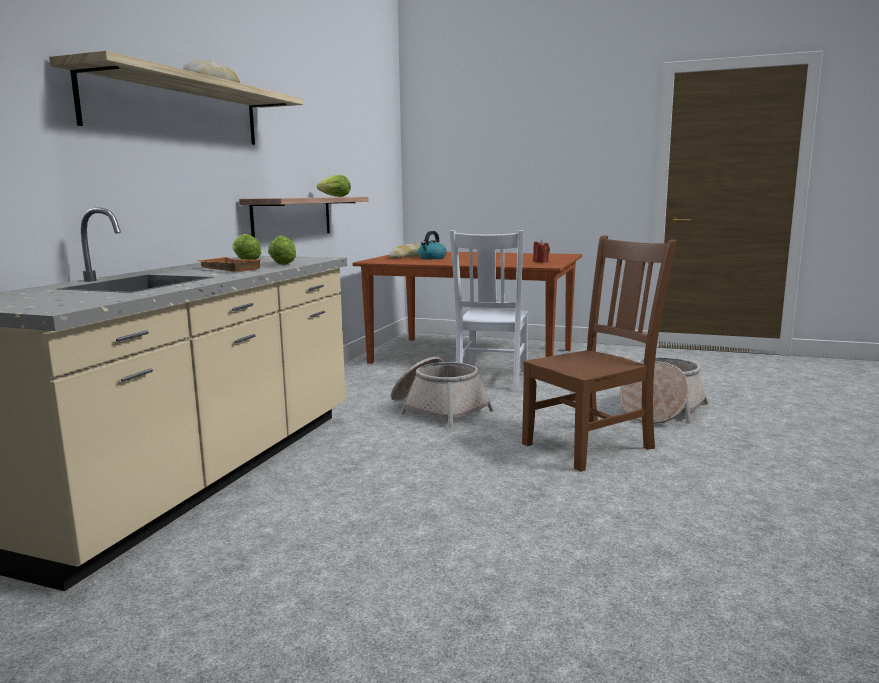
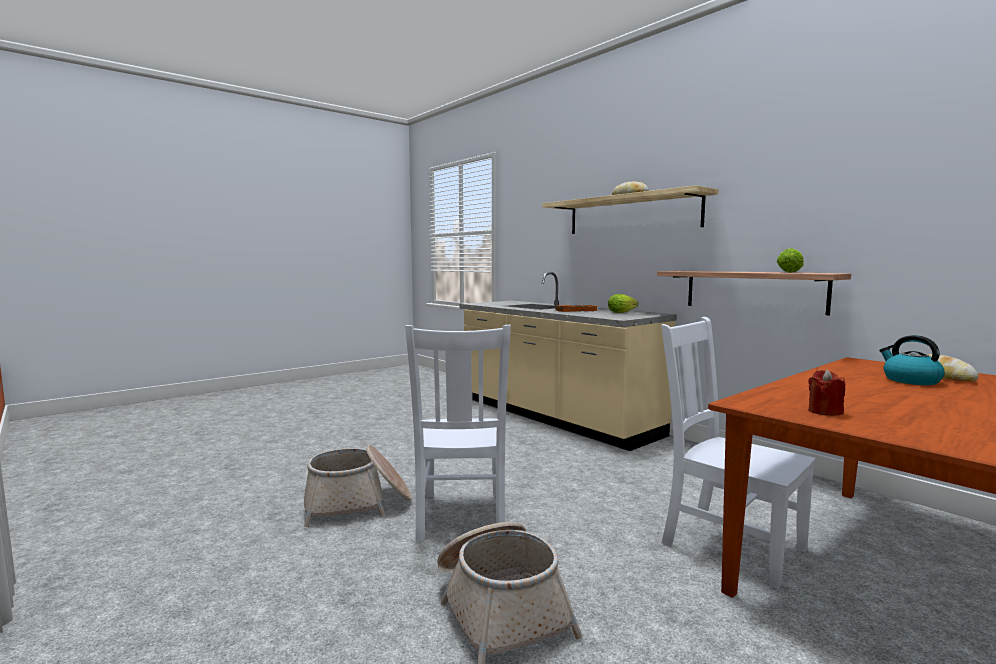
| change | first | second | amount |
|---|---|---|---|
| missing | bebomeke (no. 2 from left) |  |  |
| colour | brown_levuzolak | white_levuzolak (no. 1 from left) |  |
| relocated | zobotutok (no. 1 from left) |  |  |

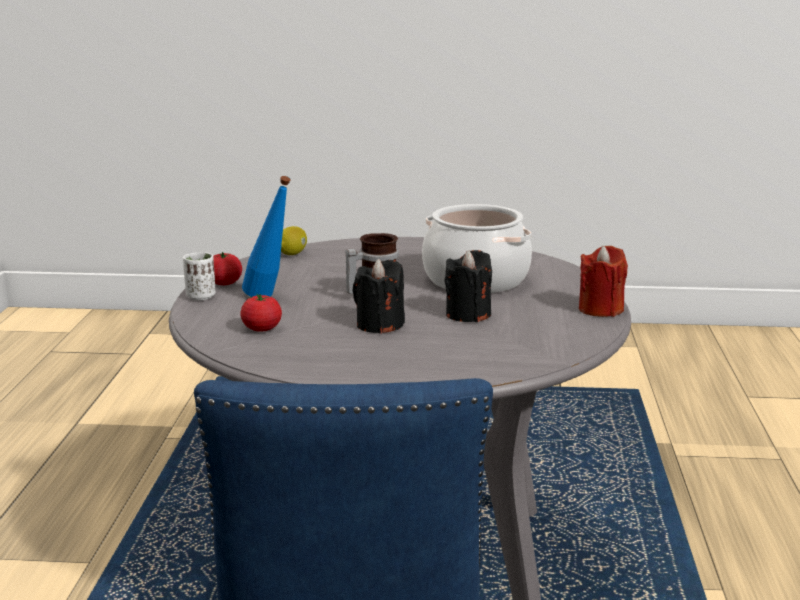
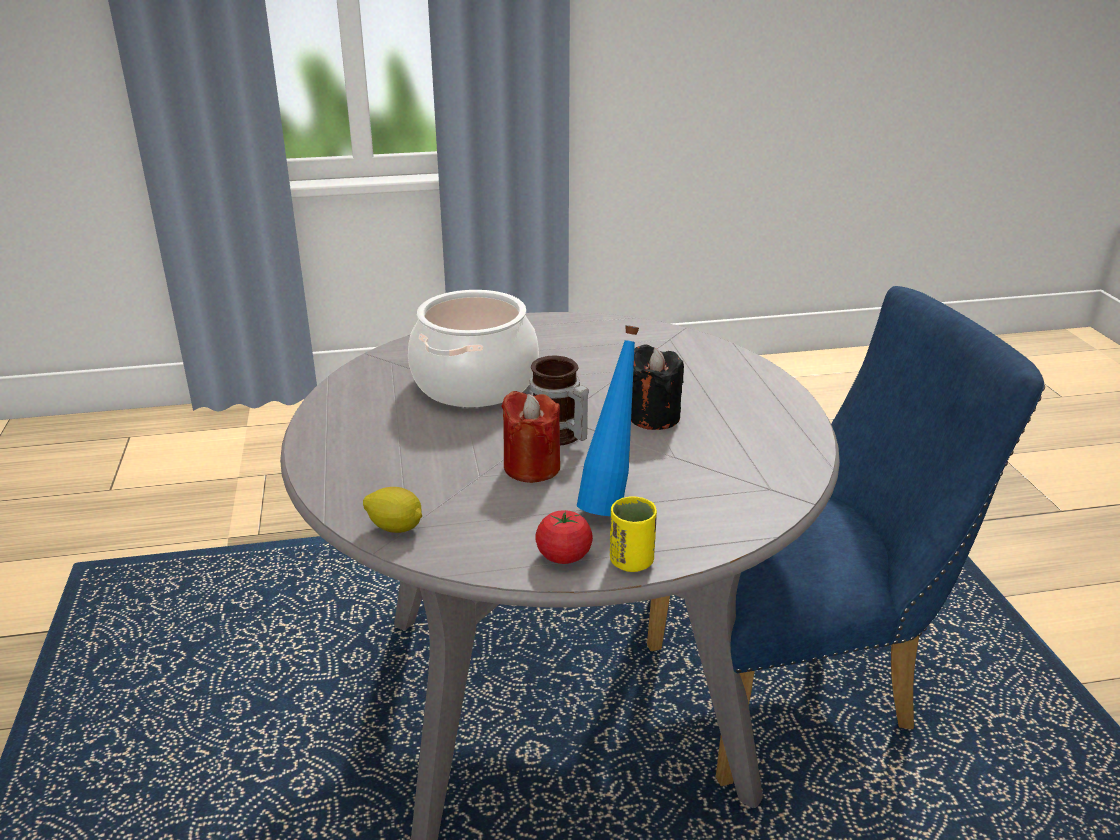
| change | first | second | amount |
|---|---|---|---|
| relocated | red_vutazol |  |  |
| missing | black_vutazol (no. 2 from left) |  |  |
| colour | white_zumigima | yellow_zumigima |  |
| missing | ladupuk (no. 2 from left) |  |  |

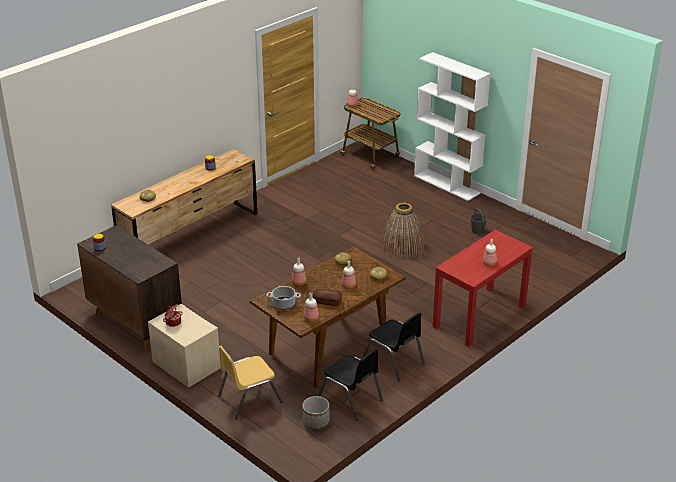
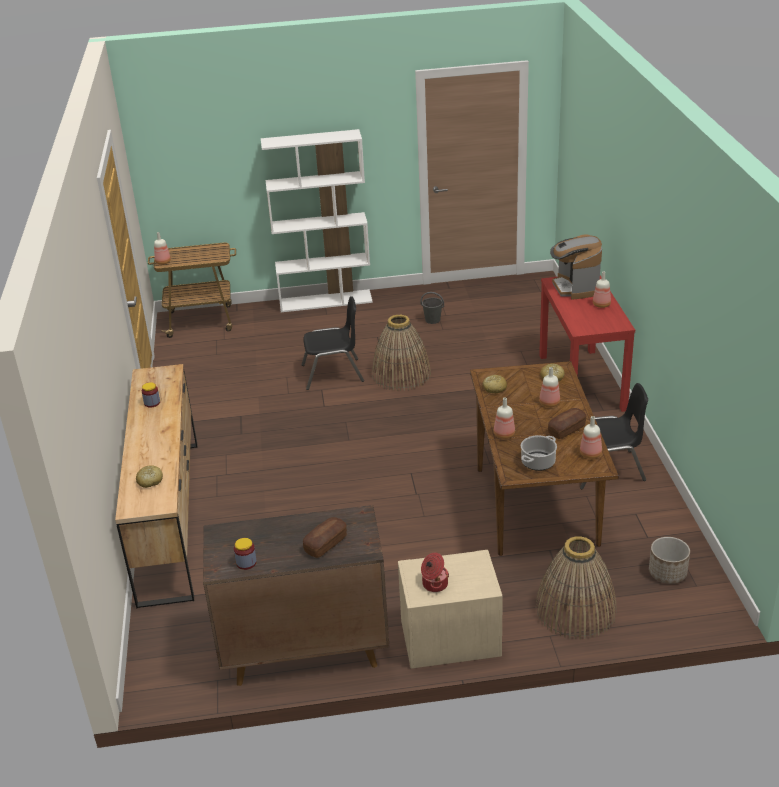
| change | first | second | amount |
|---|---|---|---|
| exchanged | yellow_levuzolak | zobotutok (no. 2 from left) |  |
| relocated | black_levuzolak (no. 1 from left) |  |  |
| appeared |  | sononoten |  |
| appeared |  | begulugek (no. 2 from left) |  |

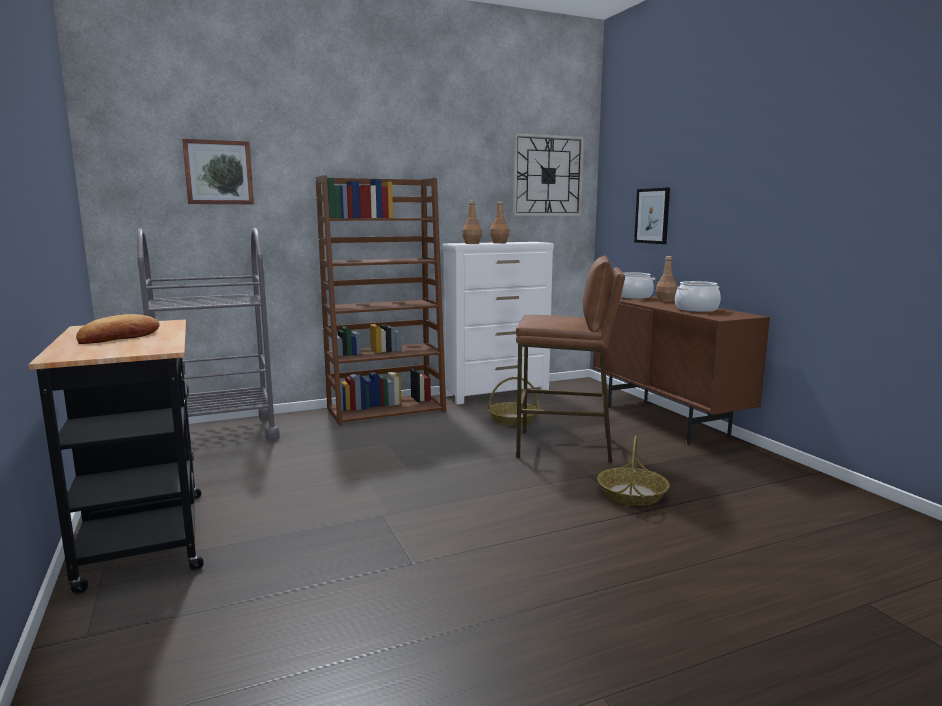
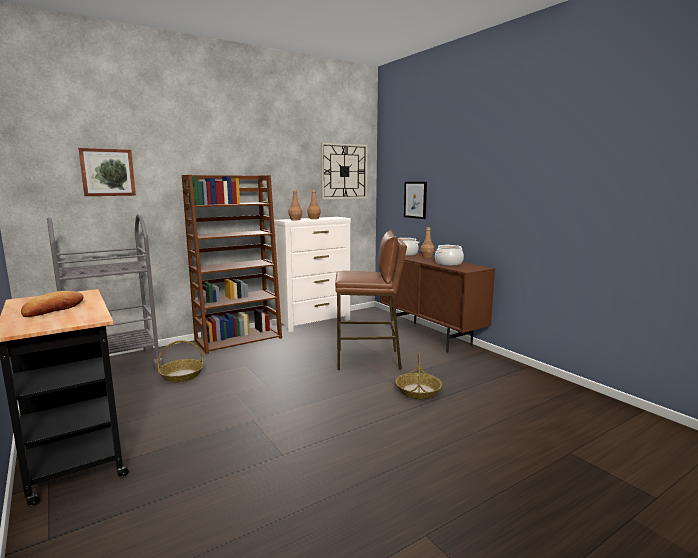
| change | first | second | amount |
|---|---|---|---|
| relocated | zobotutok (no. 1 from left) |  |  |

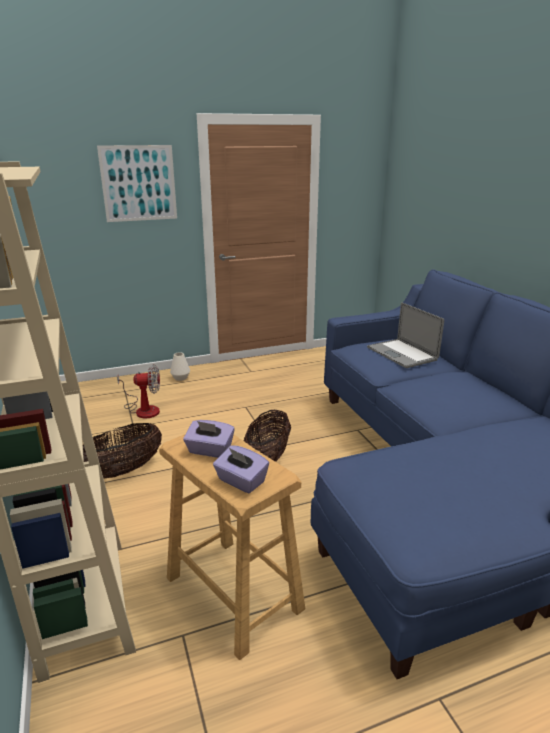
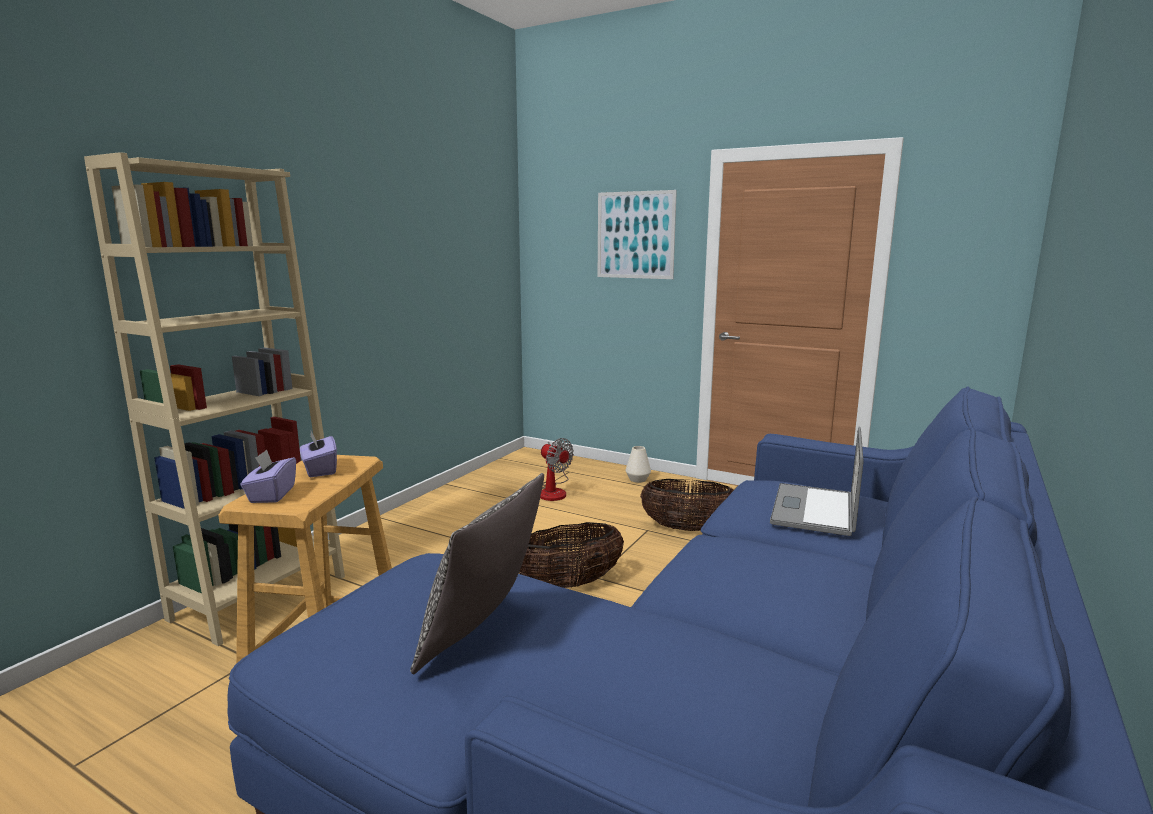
| change | first | second | amount |
|---|---|---|---|
| relocated | zobotutok (no. 1 from left in the first image) | zobotutok (no. 2 from left) |  |
| appeared |  | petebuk |  |

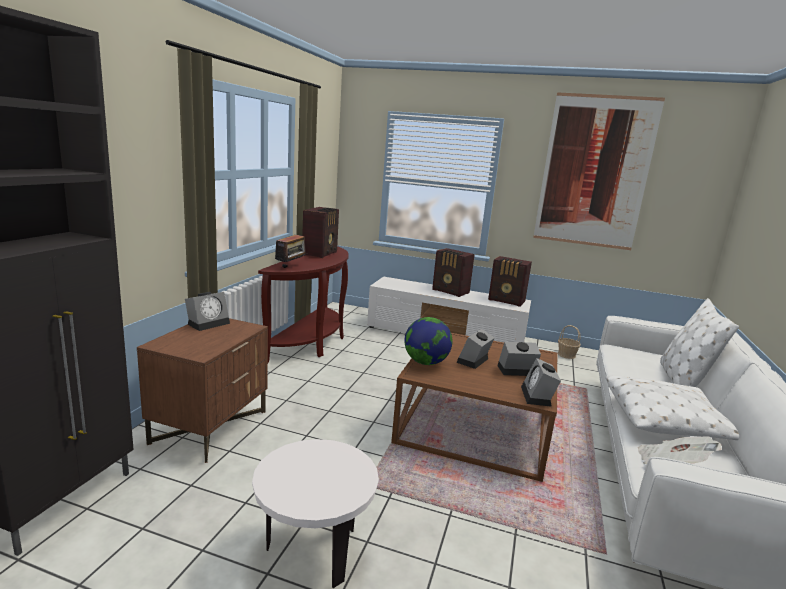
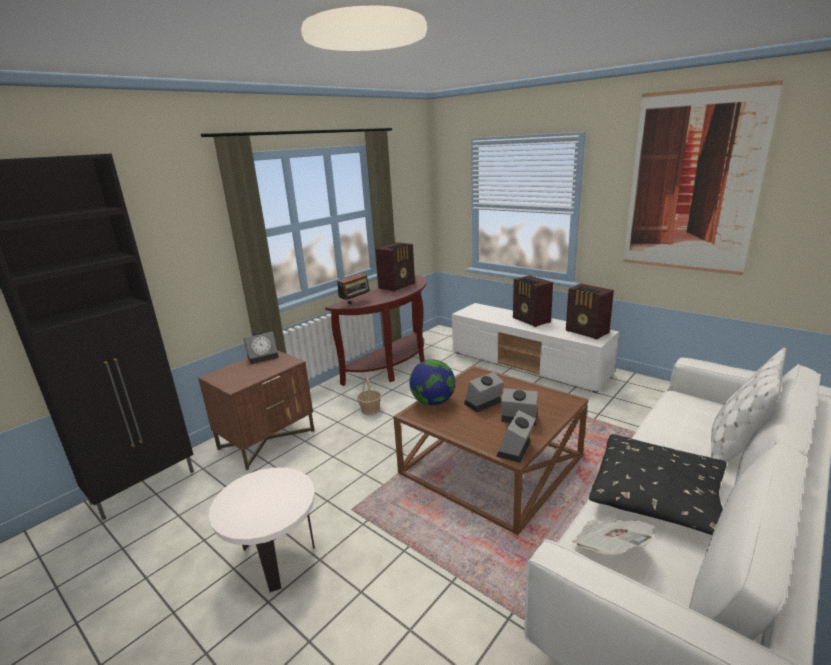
| change | first | second | amount |
|---|---|---|---|
| relocated | zobotutok |  |  |
| colour | white_petebuk (no. 1 from left) | black_petebuk |  |

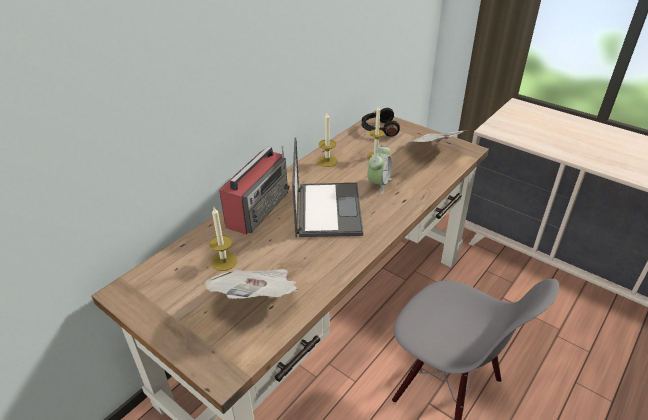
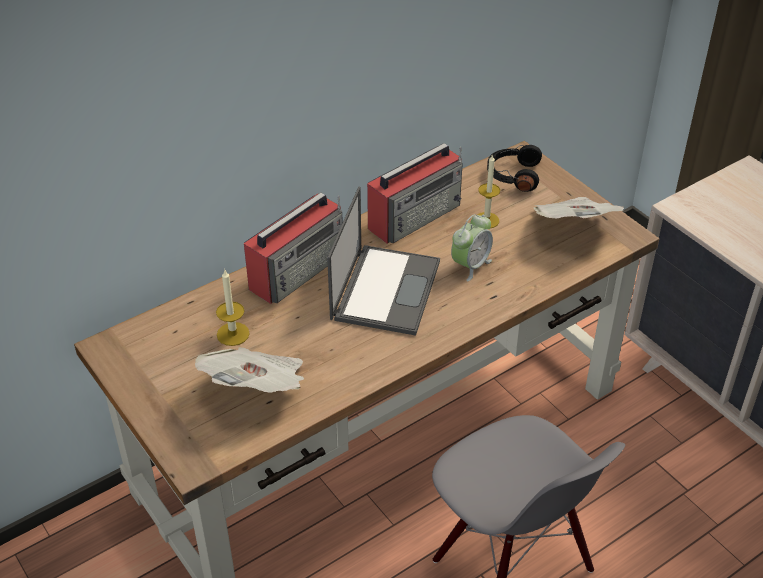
| change | first | second | amount |
|---|---|---|---|
| exchanged | vutazol (no. 2 from left) | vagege (no. 2 from left) |  |

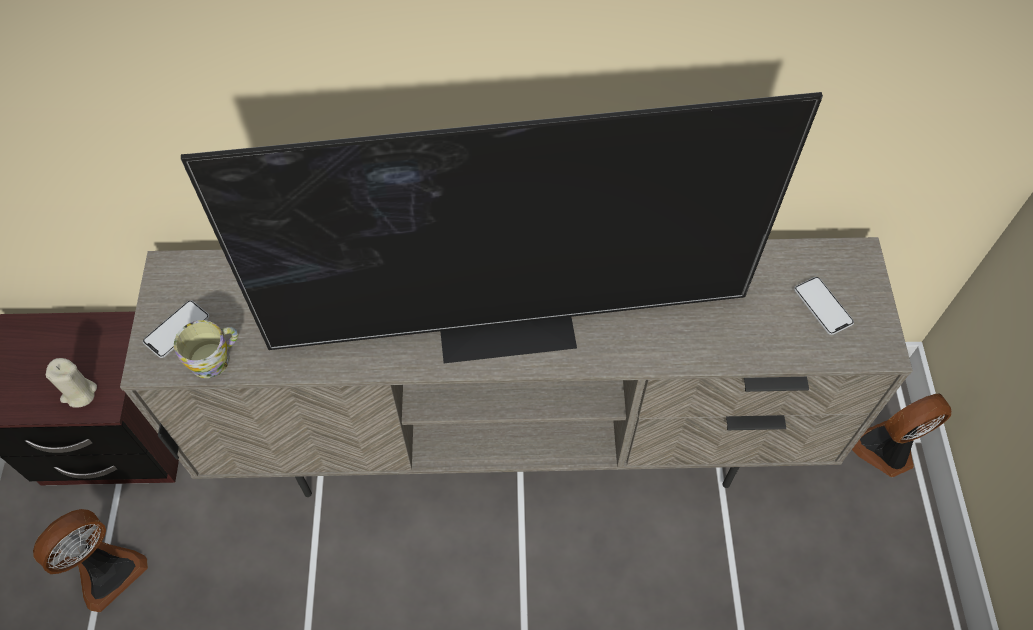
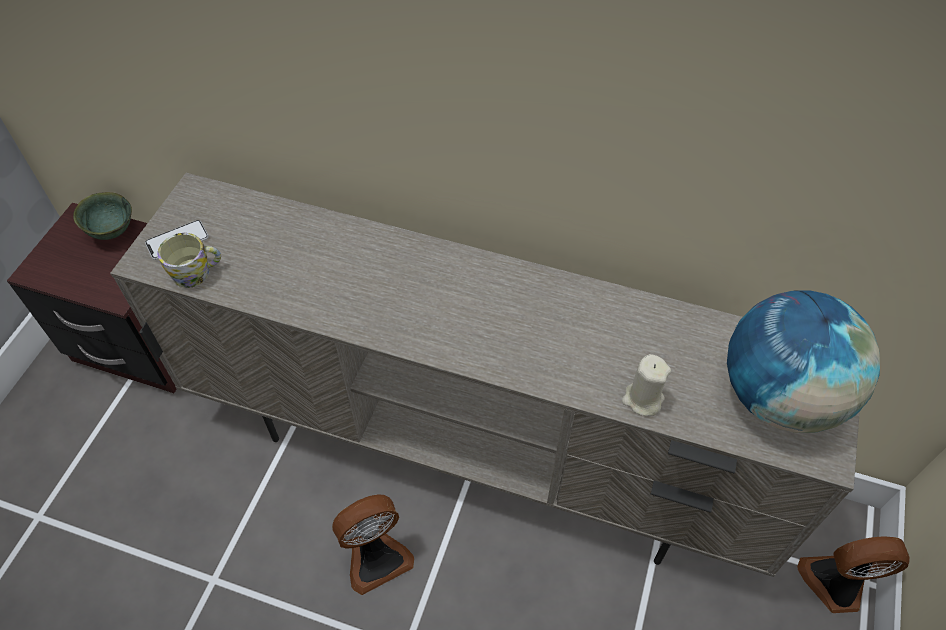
| change | first | second | amount |
|---|---|---|---|
| missing | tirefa |  |  |
| exchanged | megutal (no. 2 from left) | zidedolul |  |
| relocated | beige_vutazol |  |  |
| relocated | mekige (no. 1 from left) |  |  |
| appeared |  | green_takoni |  |

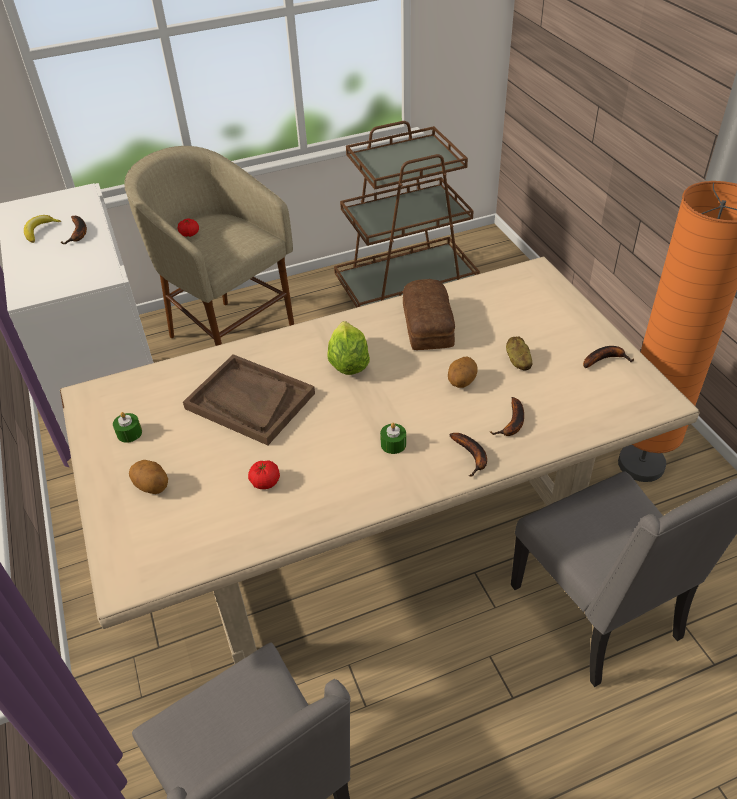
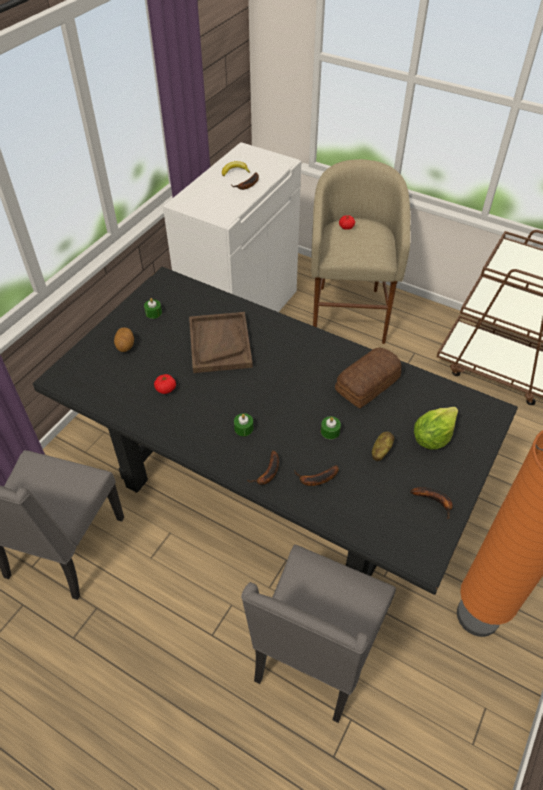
| change | first | second | amount |
|---|---|---|---|
| colour | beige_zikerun | black_zikerun |  |
| relocated | bebomeke |  |  |
| exchanged | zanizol (no. 2 from left) | green_vutazol (no. 3 from left) |  |

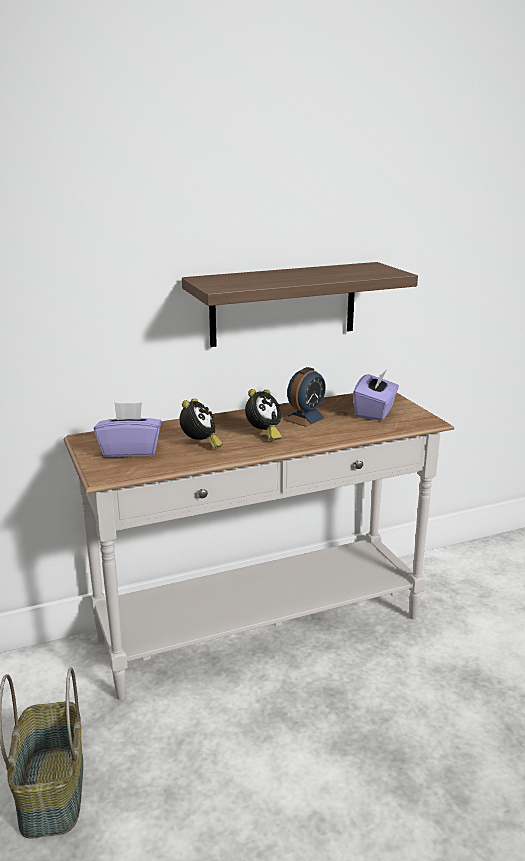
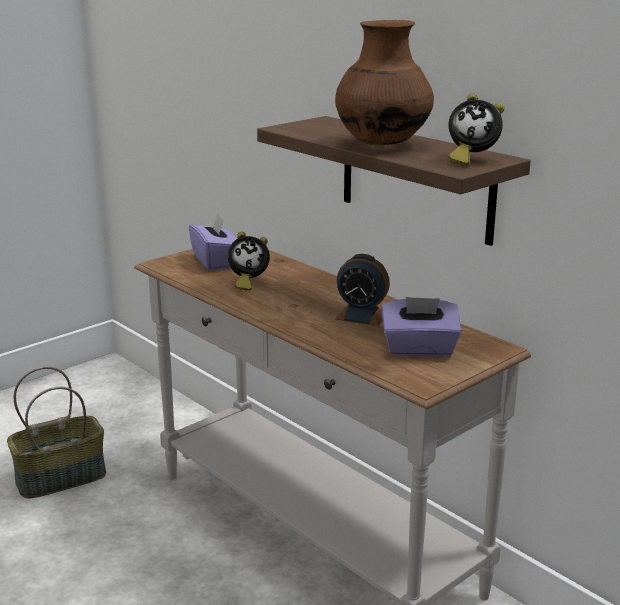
| change | first | second | amount |
|---|---|---|---|
| relocated | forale (no. 2 from left in the first image) | forale (no. 3 from left) |  |
| appeared |  | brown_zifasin |  |

